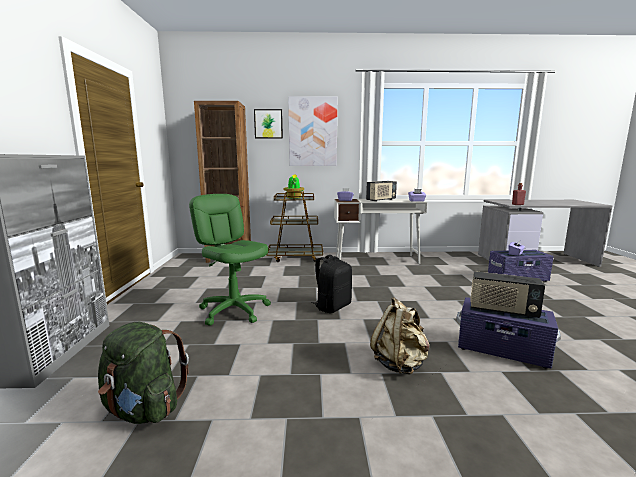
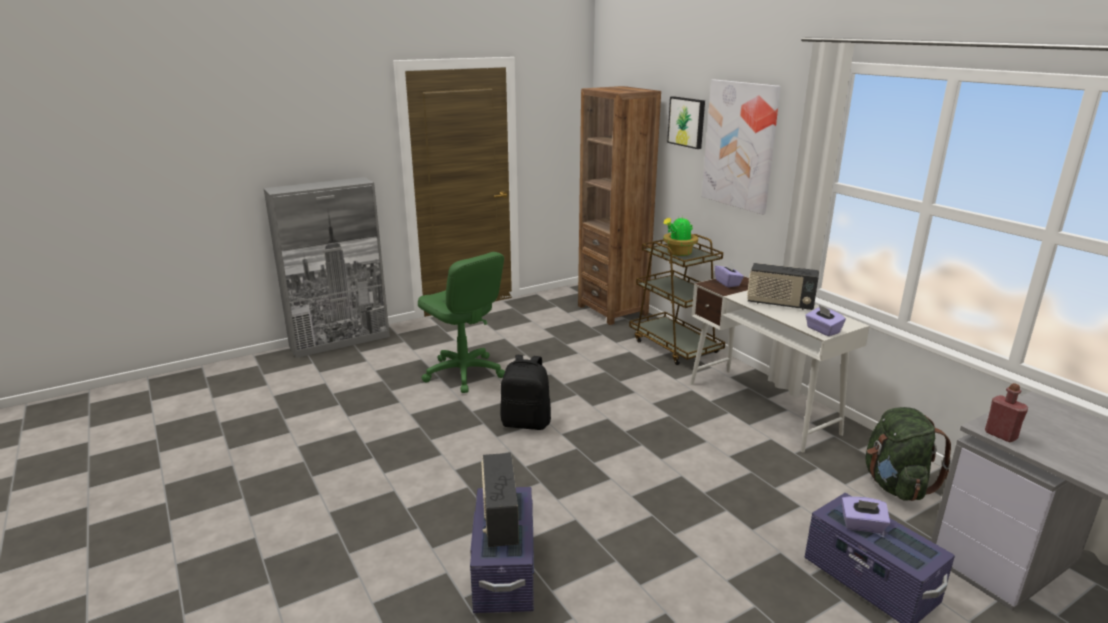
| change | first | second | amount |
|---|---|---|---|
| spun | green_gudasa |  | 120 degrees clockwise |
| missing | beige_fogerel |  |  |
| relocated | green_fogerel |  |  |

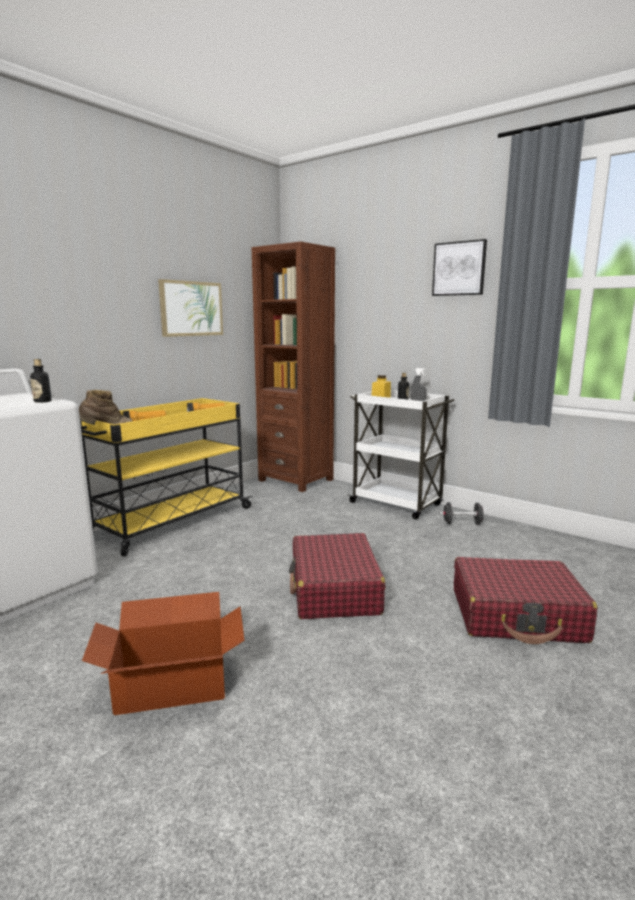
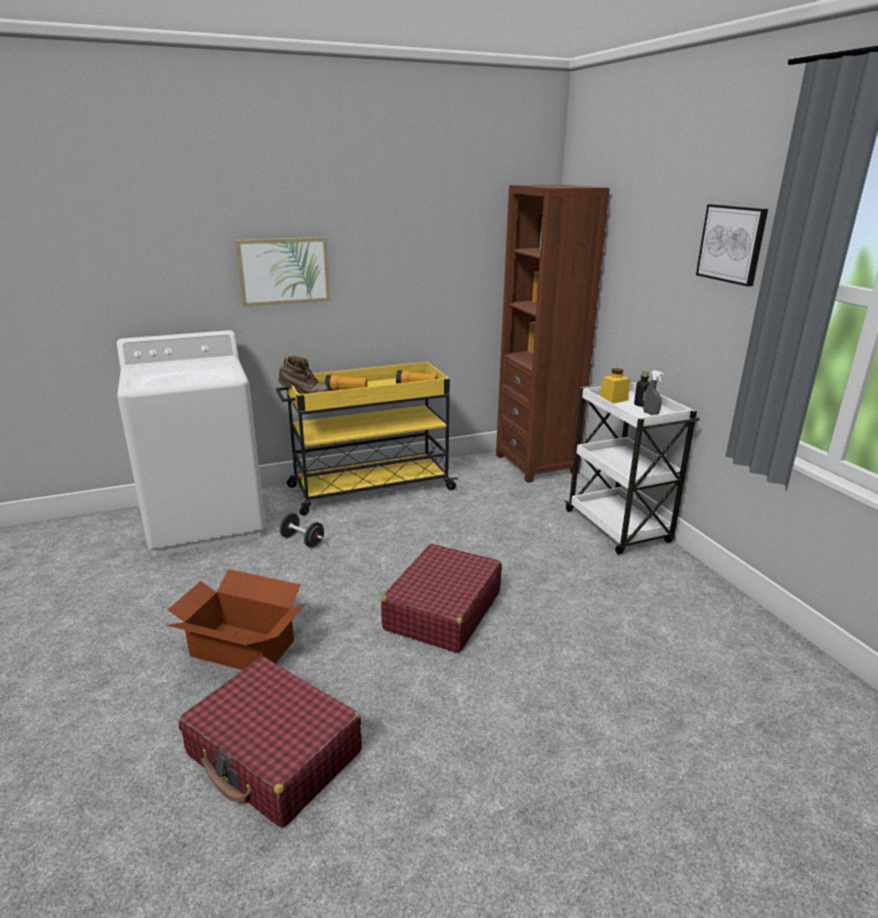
| change | first | second | amount |
|---|---|---|---|
| relocated | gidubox (no. 1 from left) |  |  |
| missing | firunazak (no. 1 from left) |  |  |
| relocated | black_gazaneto |  |  |
| relocated | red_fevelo (no. 2 from left in the first image) | red_fevelo (no. 1 from left) |  |

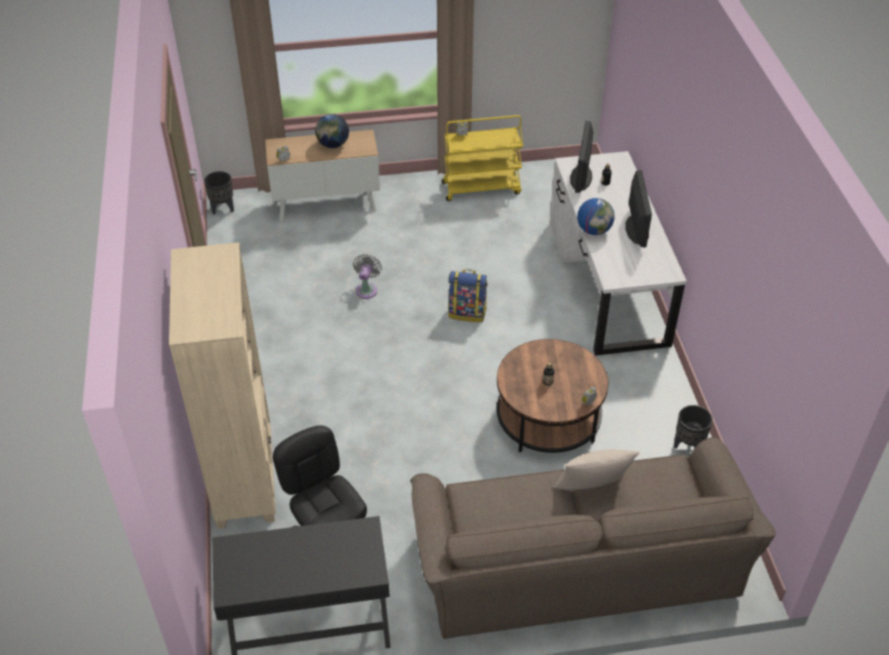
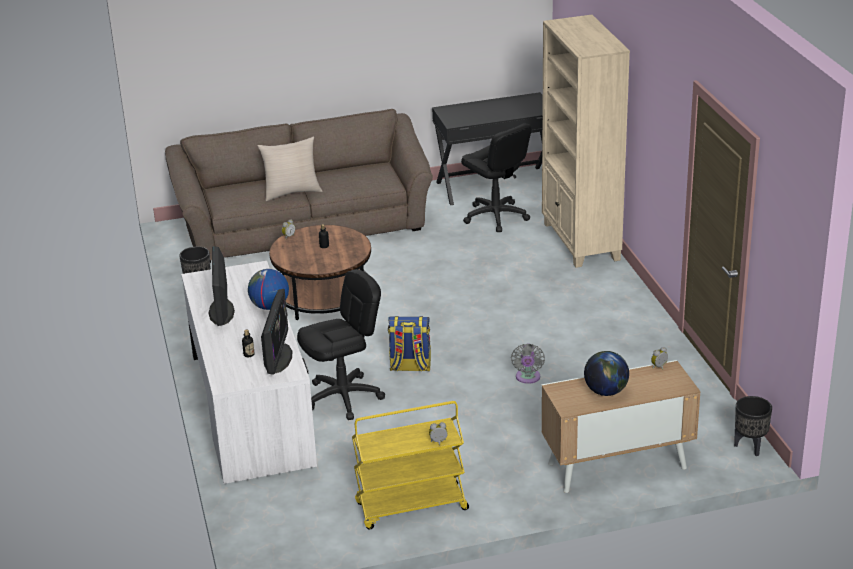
| change | first | second | amount |
|---|---|---|---|
| appeared |  | black_gudasa (no. 1 from left) |  |

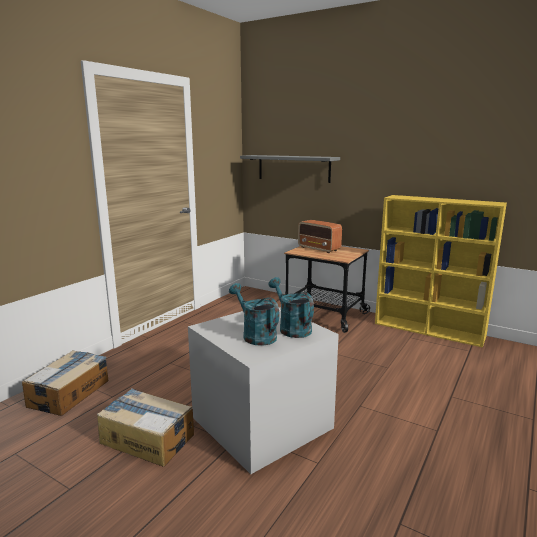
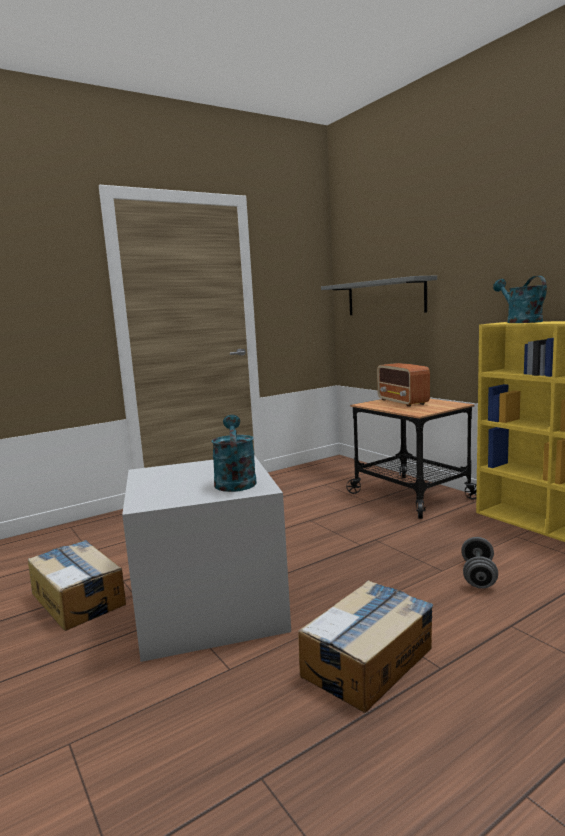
| change | first | second | amount |
|---|---|---|---|
| relocated | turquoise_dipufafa (no. 1 from left in the first image) | turquoise_dipufafa (no. 2 from left) |  |
| relocated | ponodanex (no. 1 from left in the first image) | ponodanex (no. 2 from left) |  |
| appeared |  | grey_gazaneto |  |

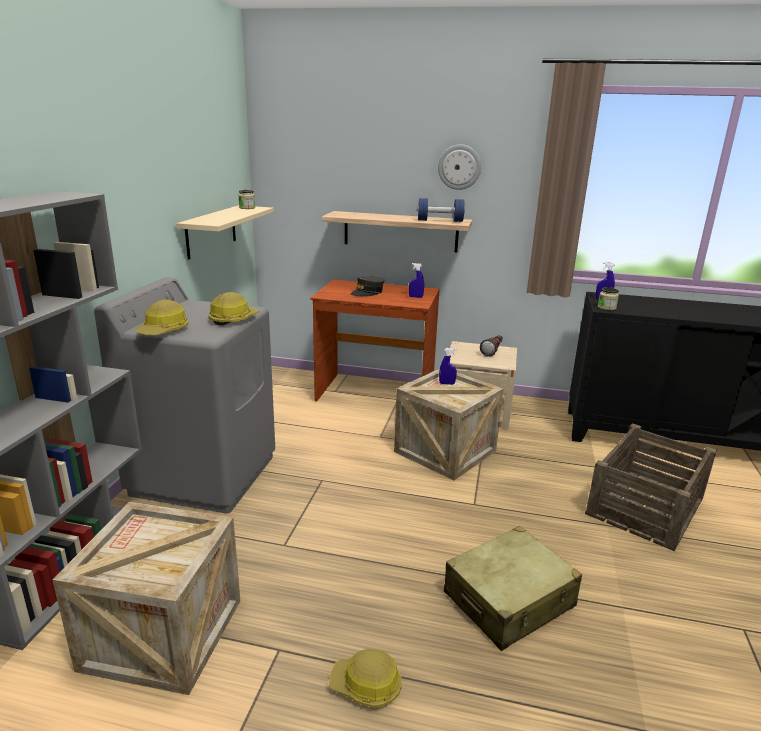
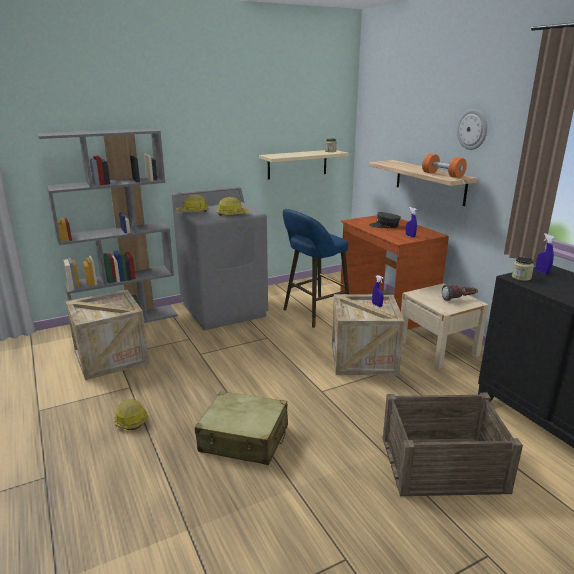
| change | first | second | amount |
|---|---|---|---|
| colour | blue_gazaneto | orange_gazaneto |  |
| appeared |  | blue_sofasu |  |

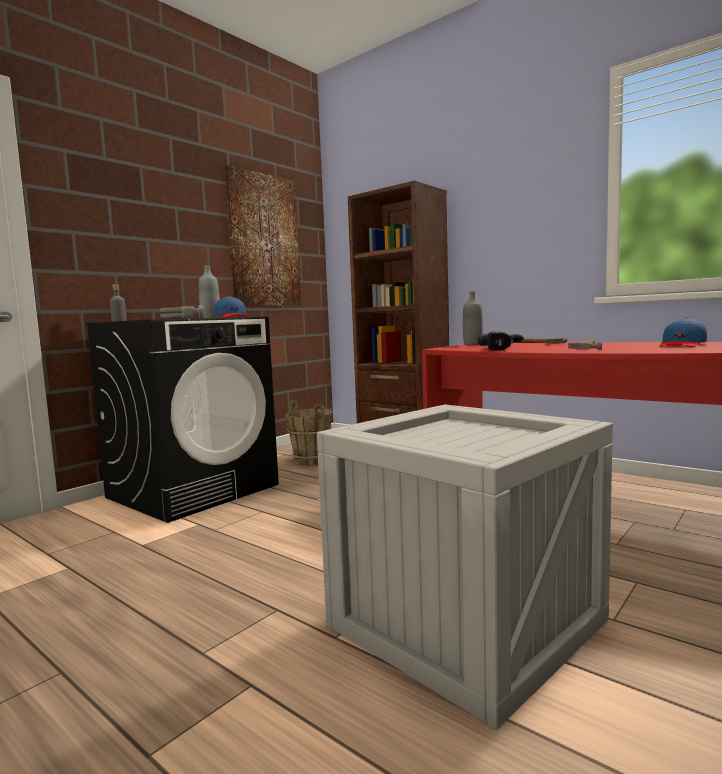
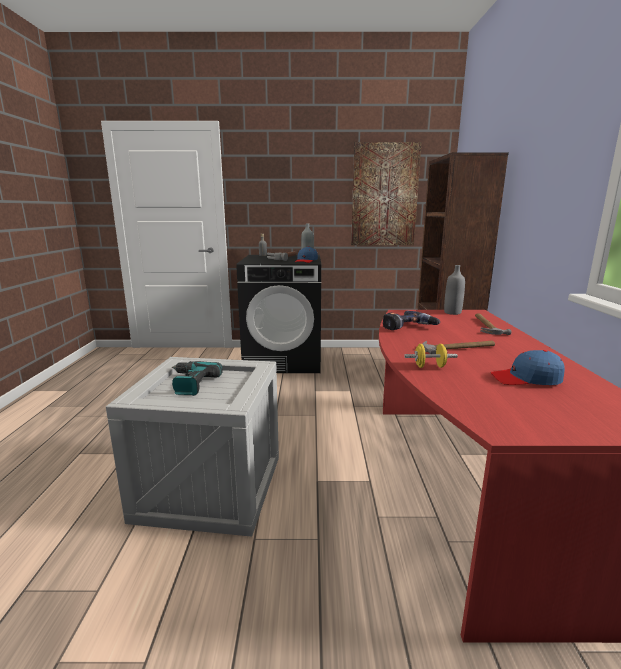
| change | first | second | amount |
|---|---|---|---|
| missing | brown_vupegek |  |  |
| appeared |  | yellow_gazaneto |  |
| appeared |  | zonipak (no. 1 from left) |  |

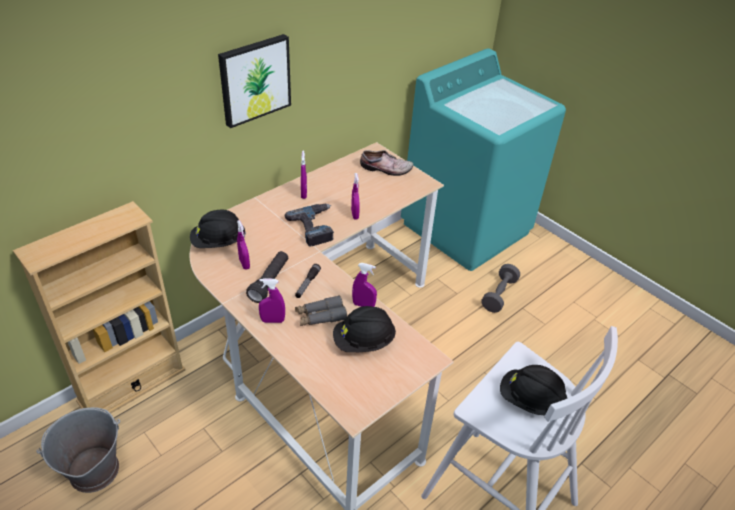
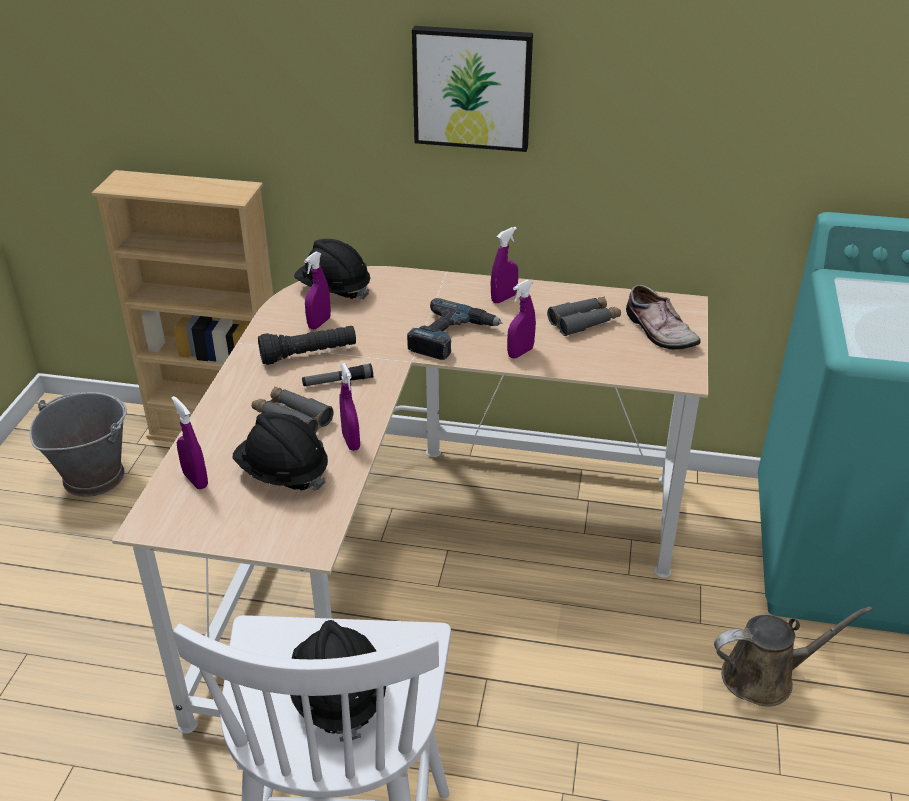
| change | first | second | amount |
|---|---|---|---|
| exchanged | grey_gazaneto | brown_dipufafa |  |
| relocated | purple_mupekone (no. 2 from left in the first image) | purple_mupekone (no. 1 from left) |  |
| appeared |  | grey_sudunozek (no. 2 from left) |  |

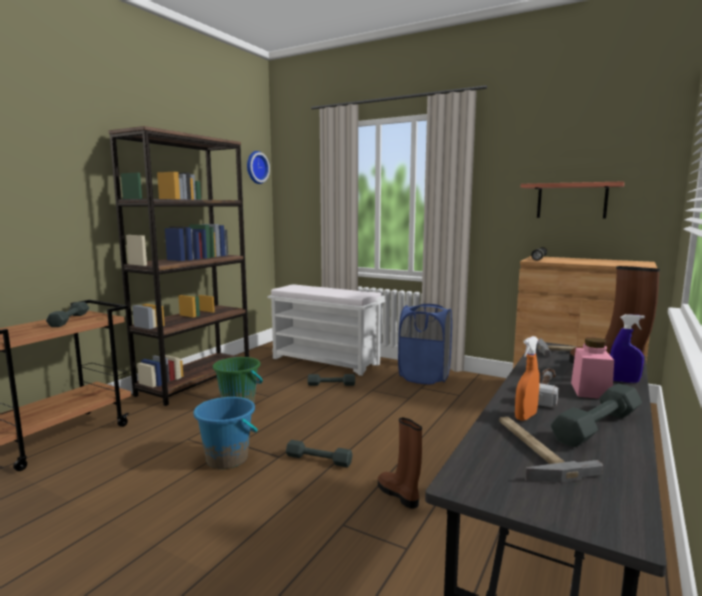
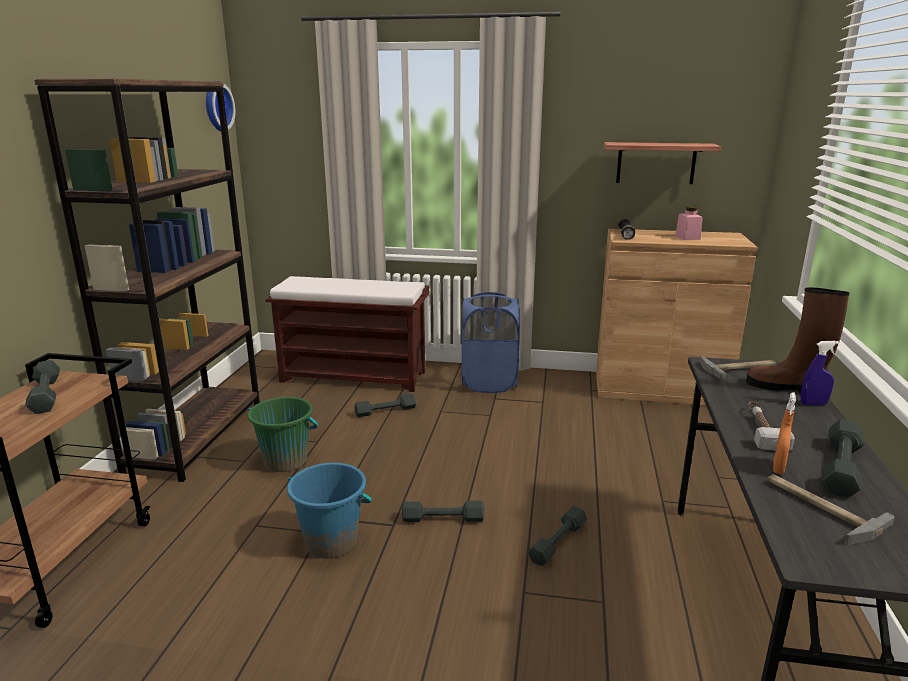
| change | first | second | amount |
|---|---|---|---|
| colour | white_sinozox | brown_sinozox |  |
| relocated | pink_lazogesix |  |  |
| exchanged | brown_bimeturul (no. 1 from left) | grey_gazaneto (no. 4 from left) |  |

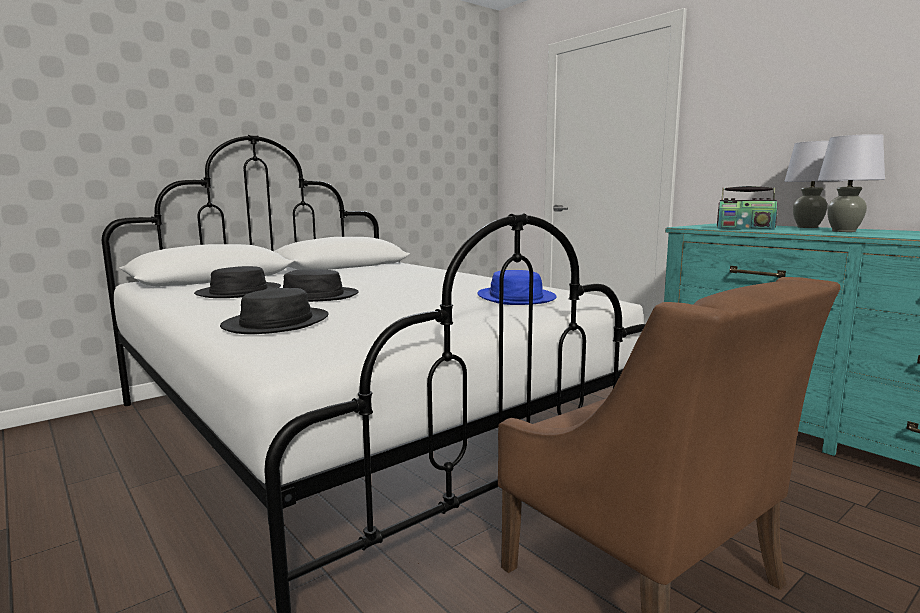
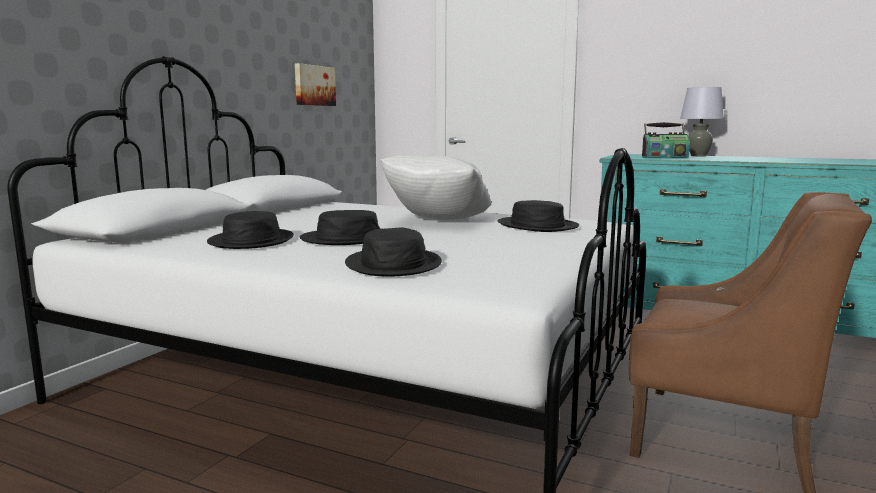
| change | first | second | amount |
|---|---|---|---|
| missing | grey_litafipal (no. 2 from left) |  |  |
| colour | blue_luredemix | black_luredemix (no. 4 from left) |  |
| appeared |  | gidubox |  |
| appeared |  | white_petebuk |  |

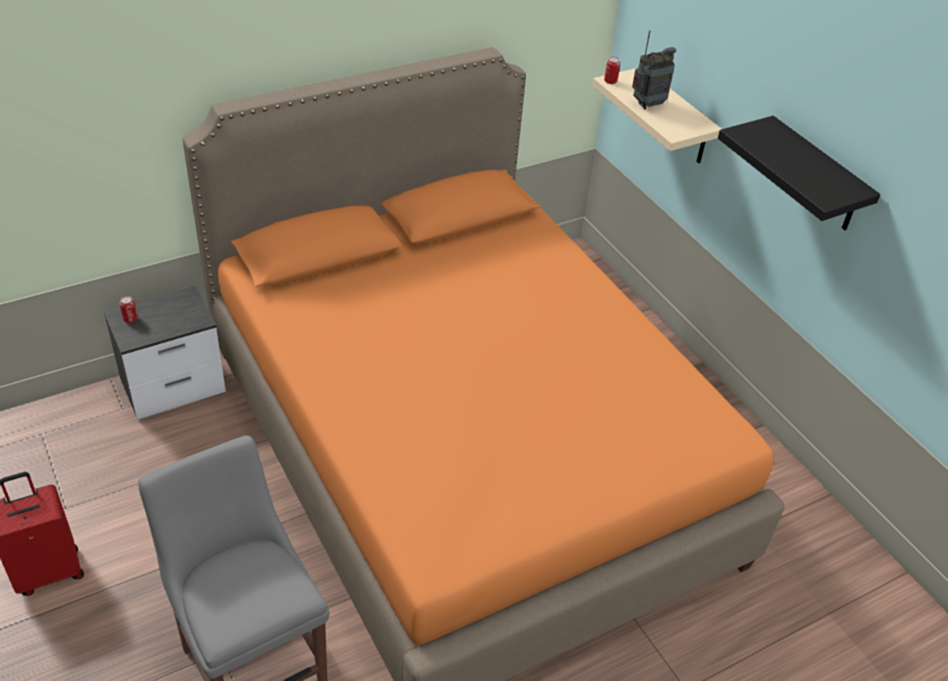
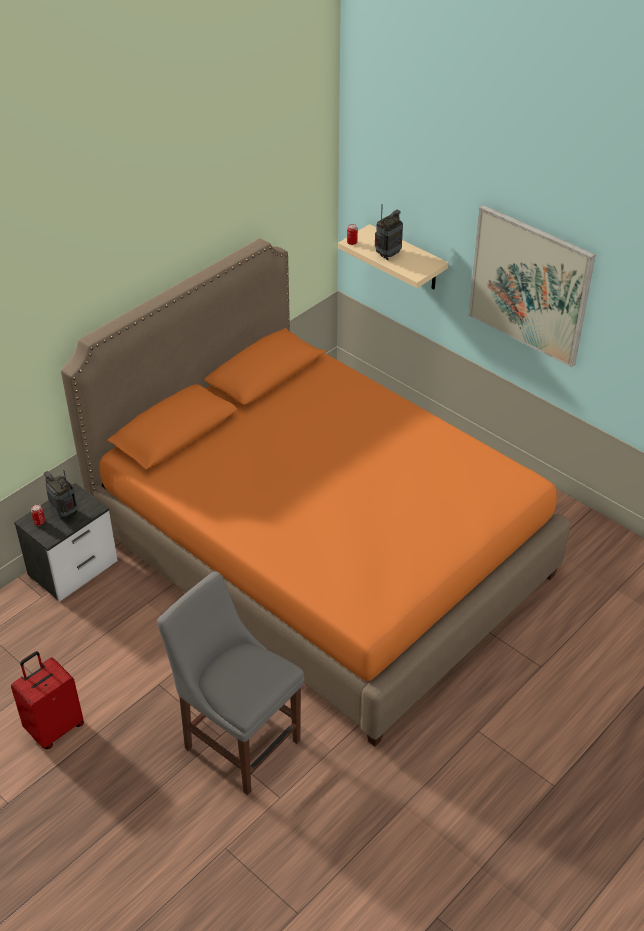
| change | first | second | amount |
|---|---|---|---|
| exchanged | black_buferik | gidubox |  |
| appeared |  | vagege (no. 1 from left) |  |

